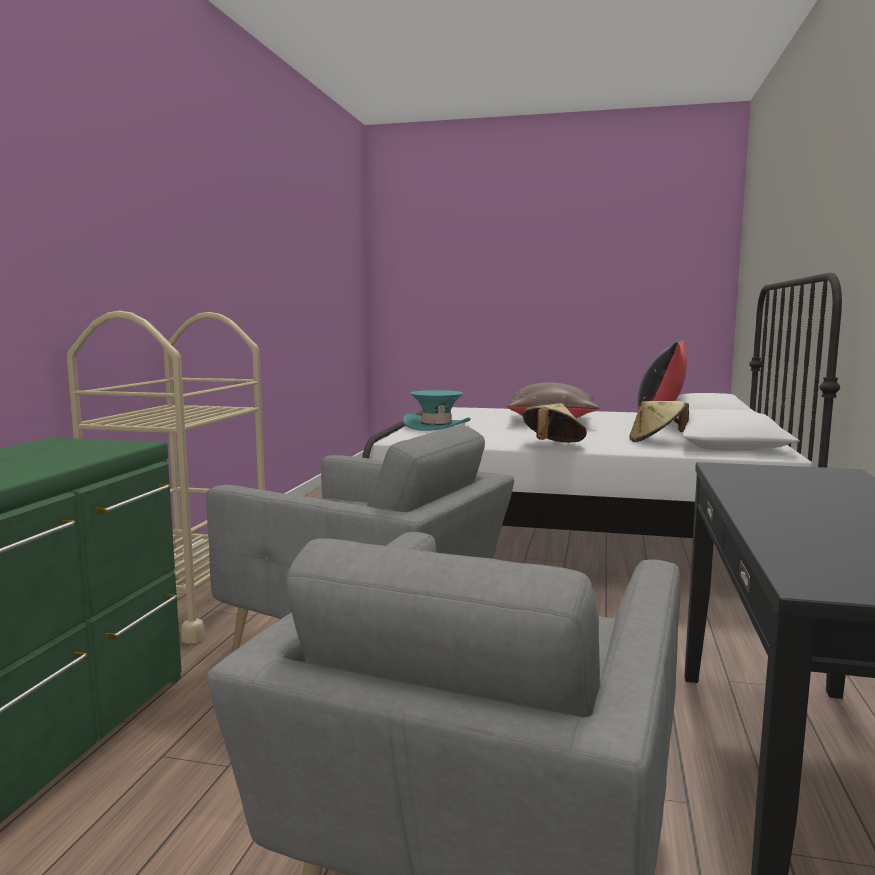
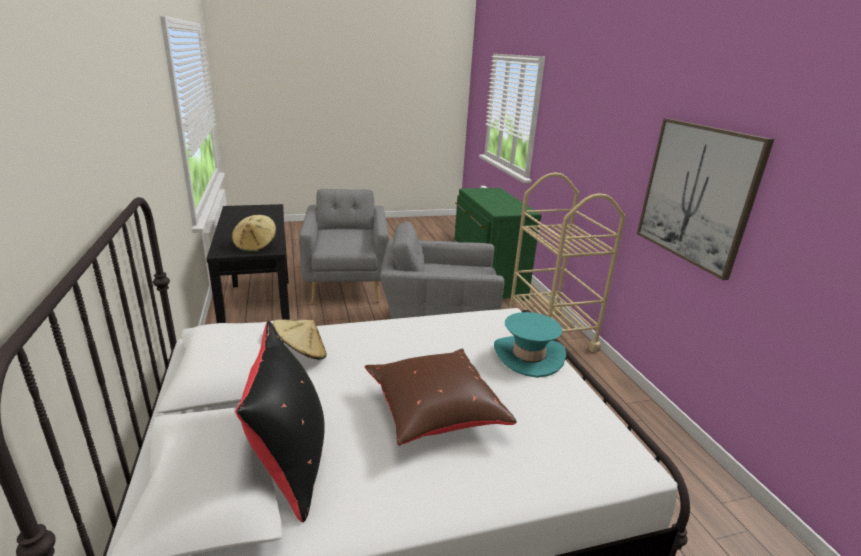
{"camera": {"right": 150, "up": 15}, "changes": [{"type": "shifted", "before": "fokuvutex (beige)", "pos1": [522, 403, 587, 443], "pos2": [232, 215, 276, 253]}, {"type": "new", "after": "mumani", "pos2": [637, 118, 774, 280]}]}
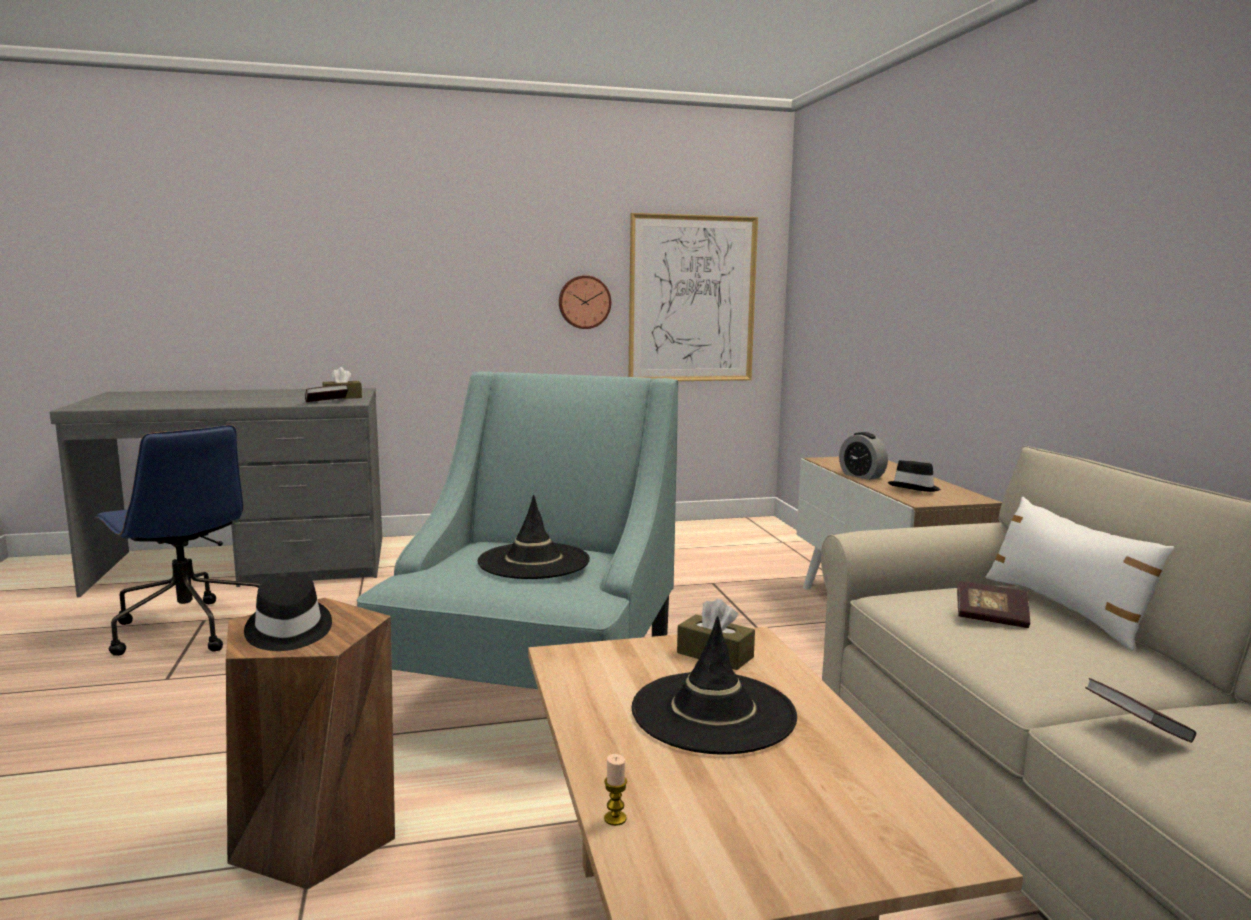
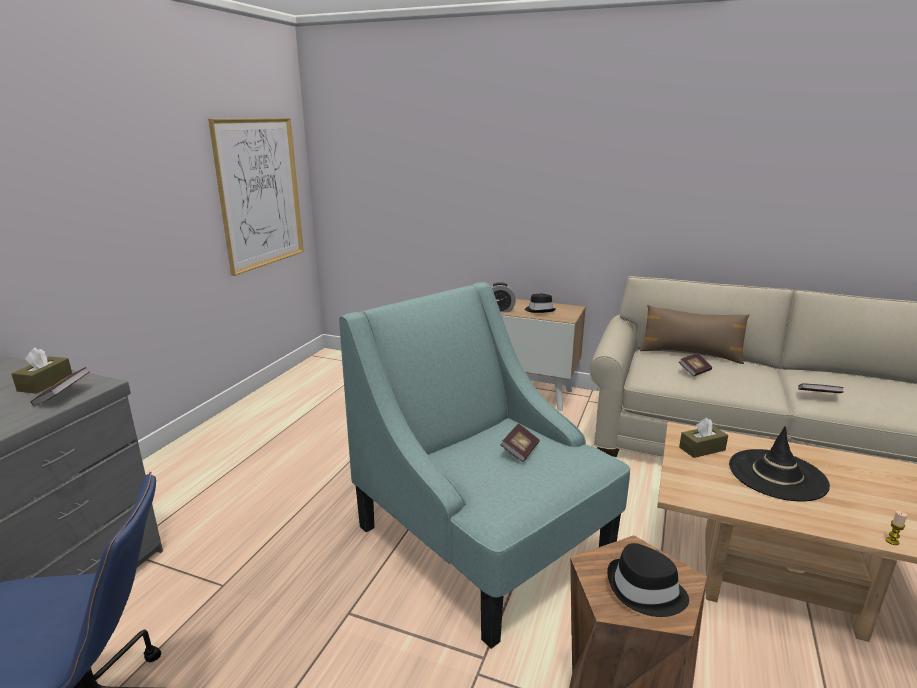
{"camera": {"right": -55, "up": 10}, "changes": [{"type": "gone", "before": "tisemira", "pos1": [559, 275, 611, 329]}, {"type": "swapped", "before": "fokuvutex (black)", "after": "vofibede", "pos1": [478, 495, 590, 579], "pos2": [500, 423, 539, 462]}, {"type": "repainted", "before": "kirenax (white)", "after": "kirenax (brown)", "pos1": [986, 497, 1174, 651], "pos2": [640, 305, 750, 364]}]}
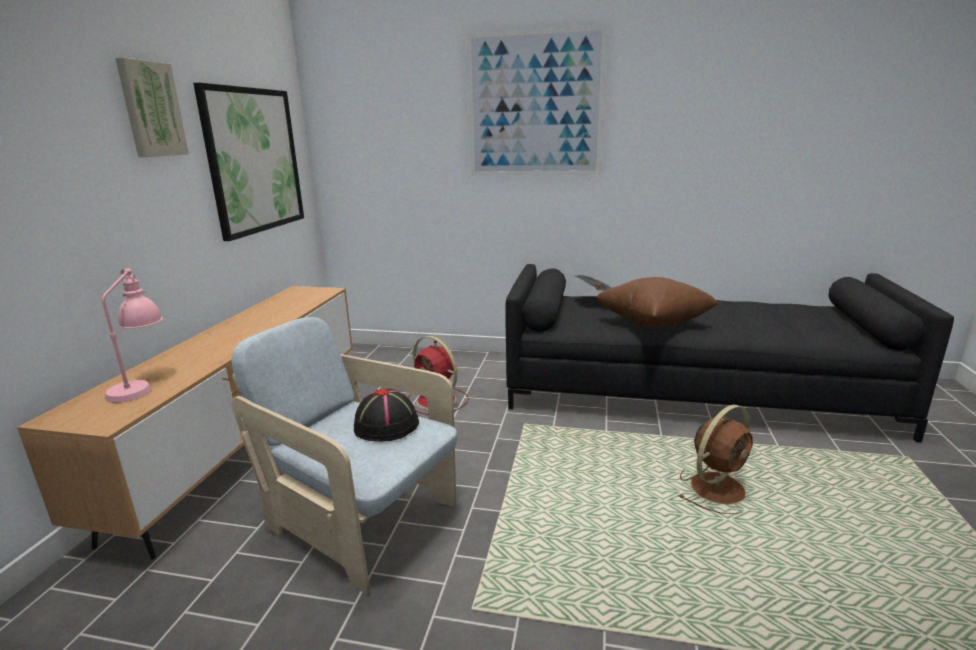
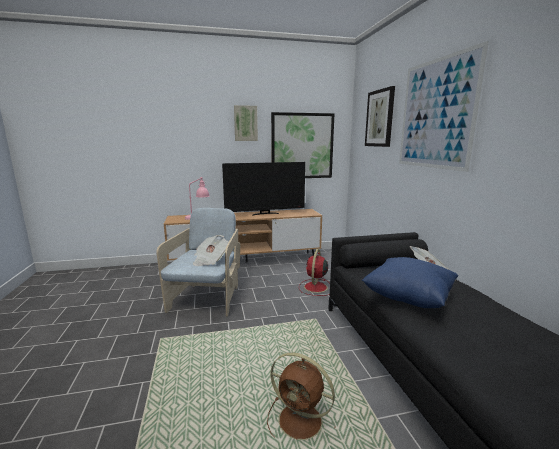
{"camera": {"right": 65, "up": -5}, "changes": [{"type": "repainted", "before": "kirenax (brown)", "after": "kirenax (blue)", "pos1": [596, 277, 719, 327], "pos2": [362, 257, 459, 308]}, {"type": "swapped", "before": "fokuvutex (black)", "after": "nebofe", "pos1": [354, 389, 419, 442], "pos2": [193, 235, 229, 266]}, {"type": "new", "after": "mumani", "pos2": [365, 86, 395, 147]}, {"type": "new", "after": "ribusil", "pos2": [222, 162, 305, 216]}]}
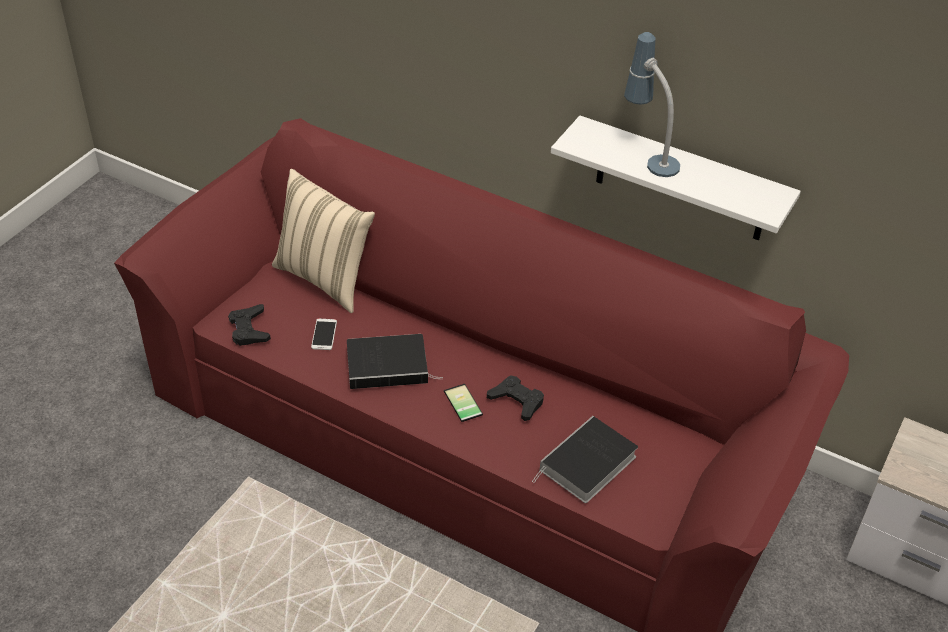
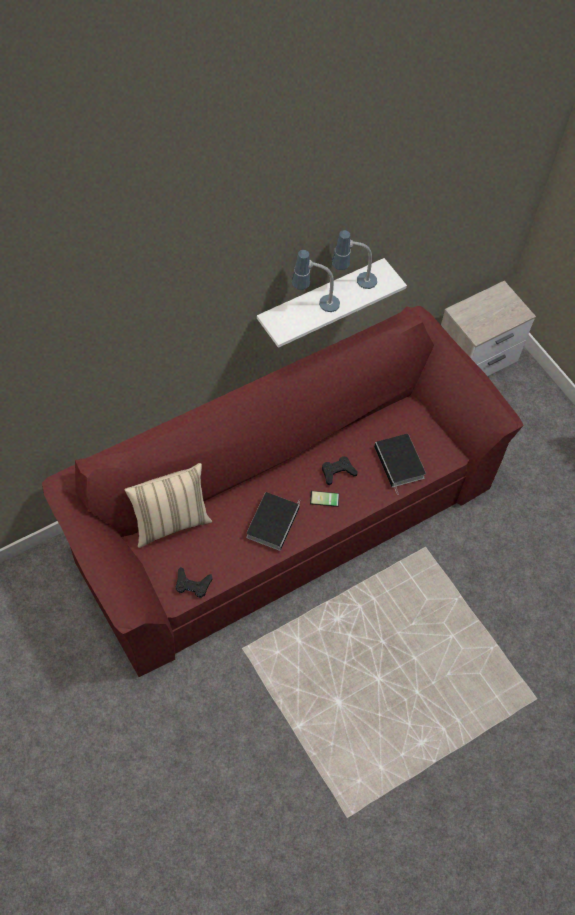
{"camera": {"right": -65, "up": 15}, "changes": [{"type": "gone", "before": "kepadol", "pos1": [311, 319, 337, 350]}, {"type": "new", "after": "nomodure", "pos2": [332, 230, 377, 289]}]}
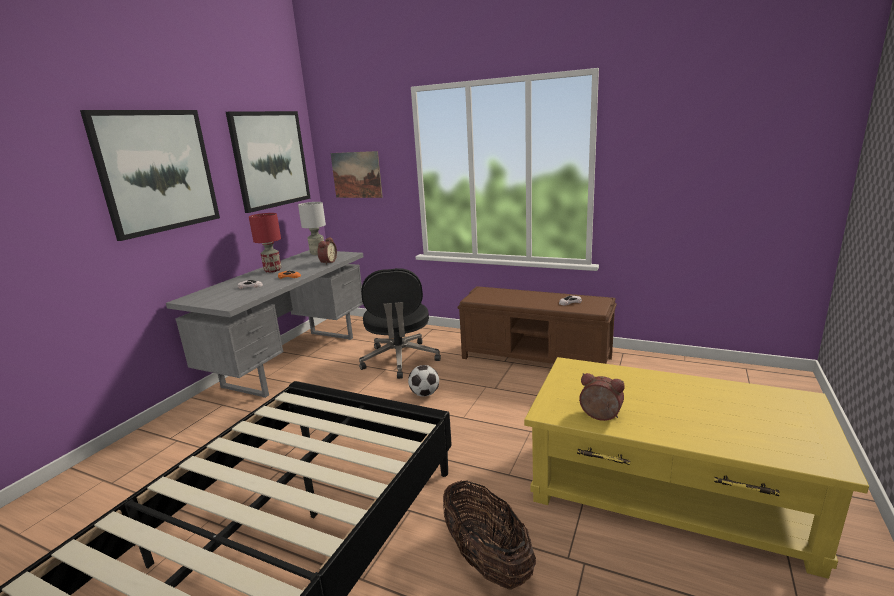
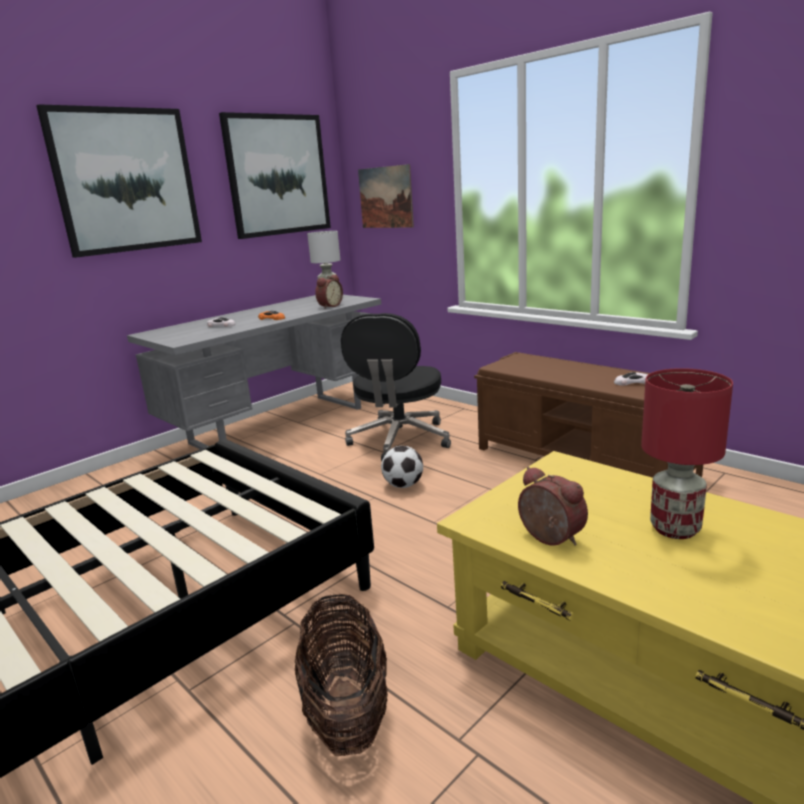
{"camera": {"right": 20, "up": 0}, "changes": [{"type": "shifted", "before": "nomodure (red)", "pos1": [249, 213, 281, 273], "pos2": [641, 368, 733, 539]}]}
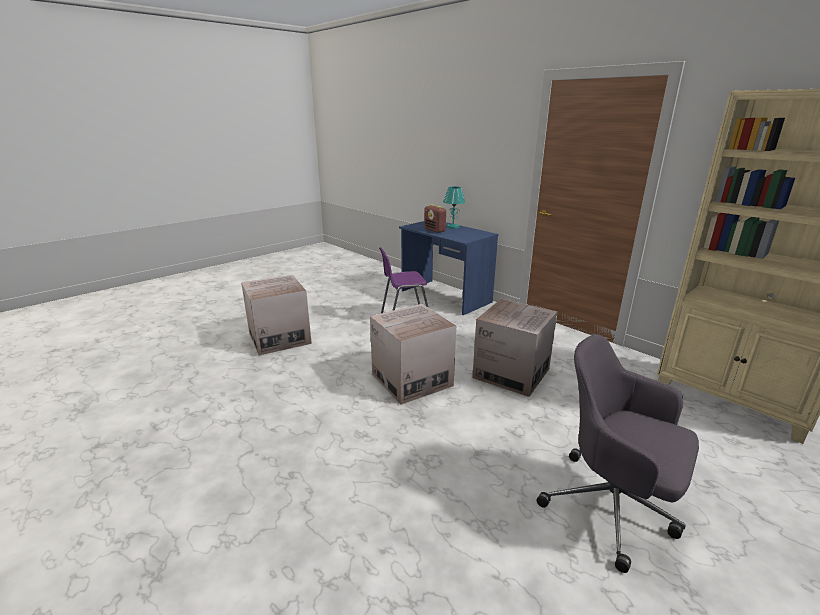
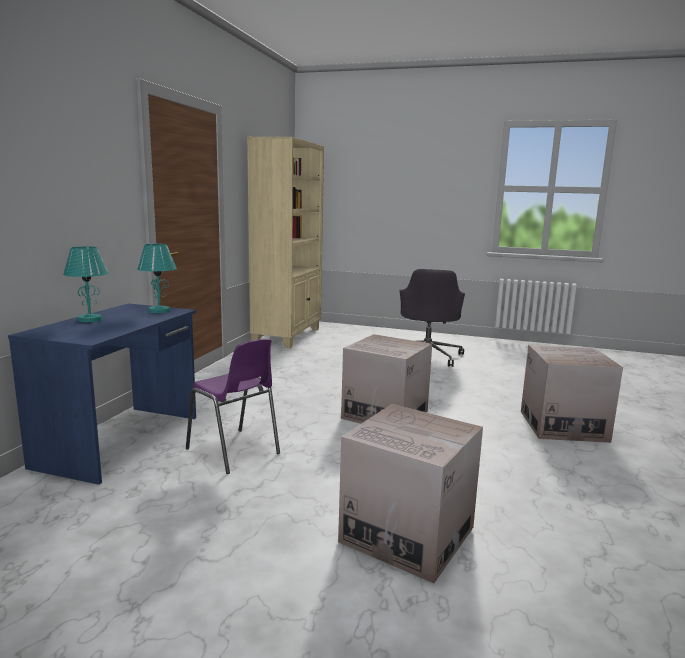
{"camera": {"right": -120, "up": -10}, "changes": [{"type": "gone", "before": "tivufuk", "pos1": [424, 204, 447, 233]}, {"type": "shifted", "before": "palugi", "pos1": [472, 299, 557, 397], "pos2": [521, 345, 623, 443]}, {"type": "new", "after": "nomodure (turquoise)", "pos2": [137, 244, 177, 313]}]}
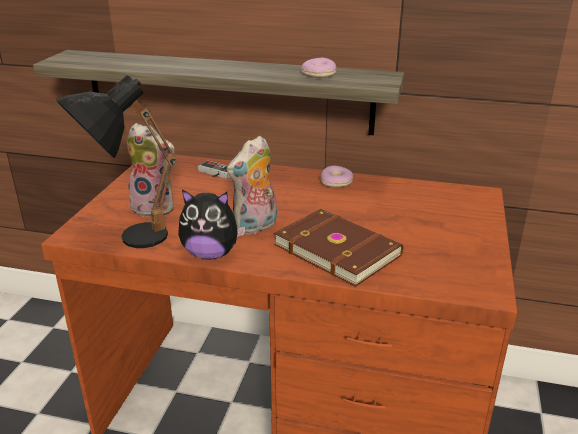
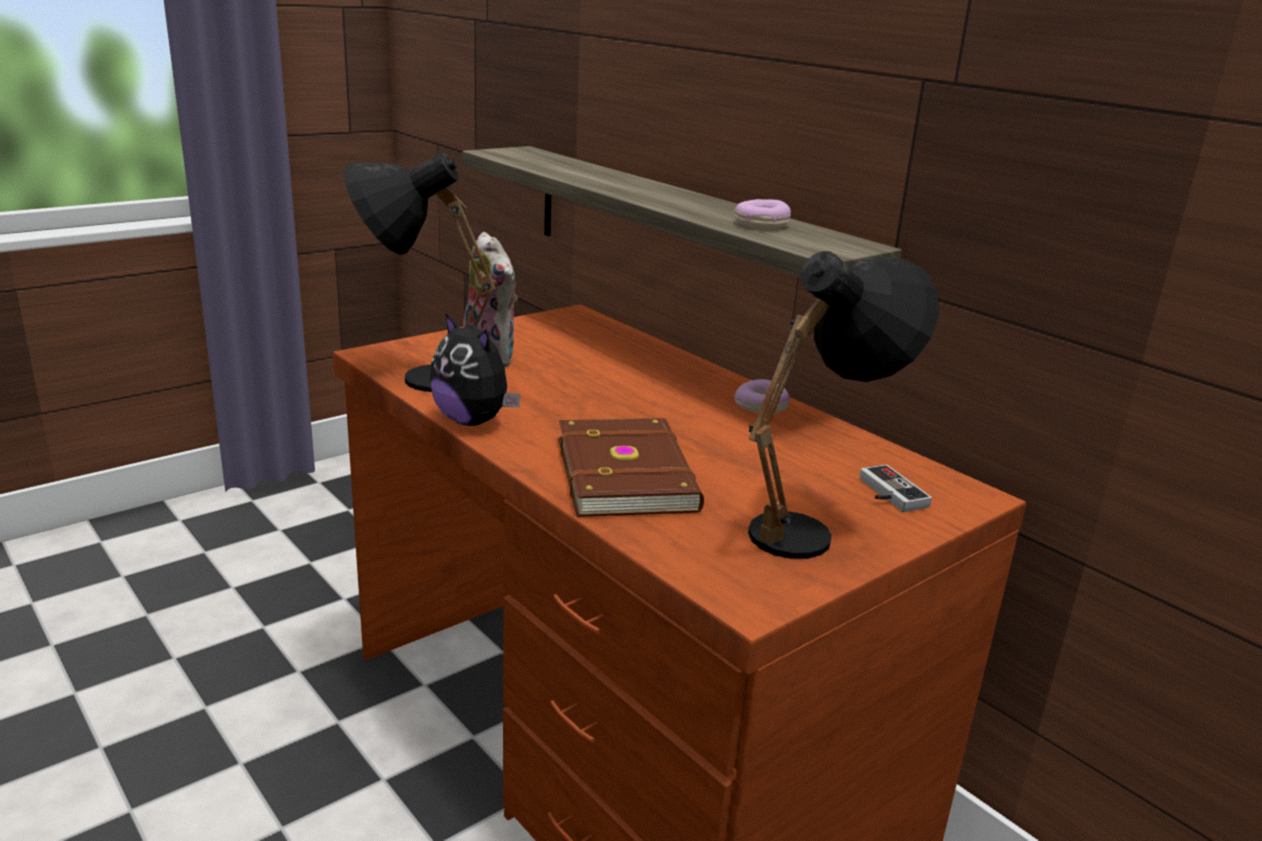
{"camera": {"right": 35, "up": -5}, "changes": [{"type": "gone", "before": "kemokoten", "pos1": [227, 136, 277, 235]}, {"type": "shifted", "before": "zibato", "pos1": [198, 160, 230, 179], "pos2": [860, 464, 932, 512]}, {"type": "new", "after": "nomodure (black)", "pos2": [748, 251, 939, 559]}]}
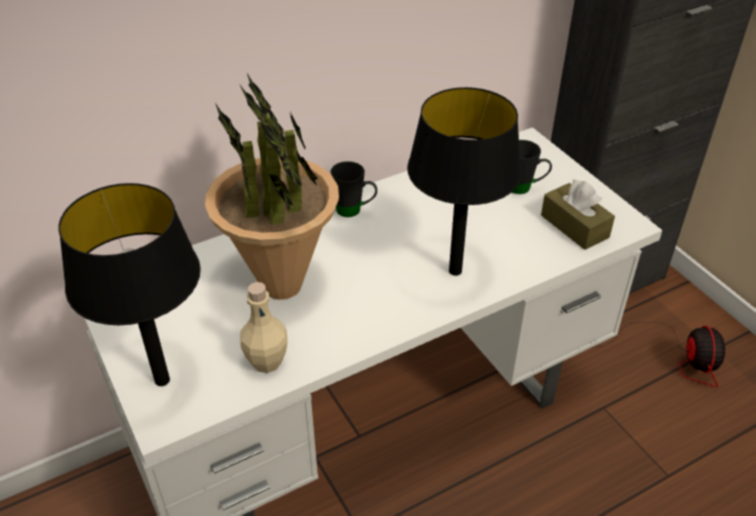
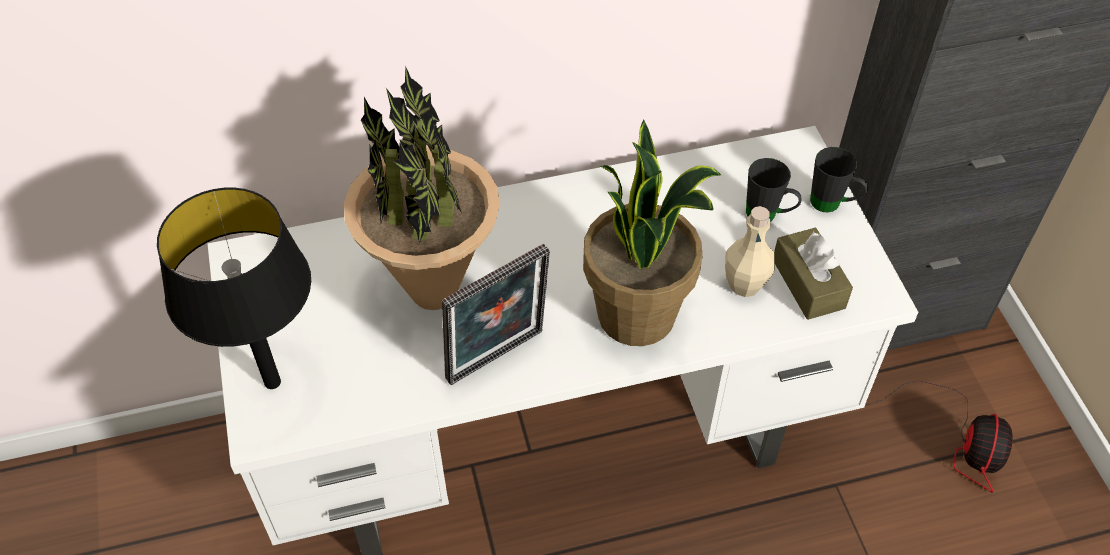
{"camera": {"right": 15, "up": 10}, "changes": [{"type": "swapped", "before": "nomodure (black)", "after": "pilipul", "pos1": [407, 87, 522, 276], "pos2": [583, 120, 721, 346]}, {"type": "shifted", "before": "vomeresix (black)", "pos1": [330, 161, 377, 217], "pos2": [810, 147, 868, 212]}, {"type": "shifted", "before": "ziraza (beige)", "pos1": [240, 282, 288, 373], "pos2": [725, 206, 775, 297]}, {"type": "new", "after": "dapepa", "pos2": [442, 244, 550, 385]}]}
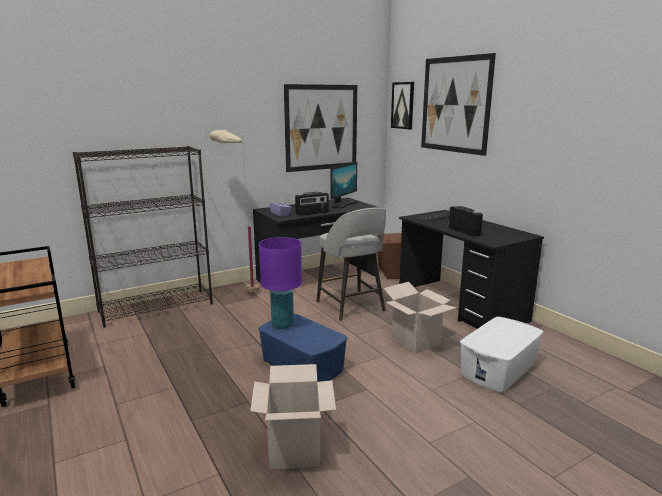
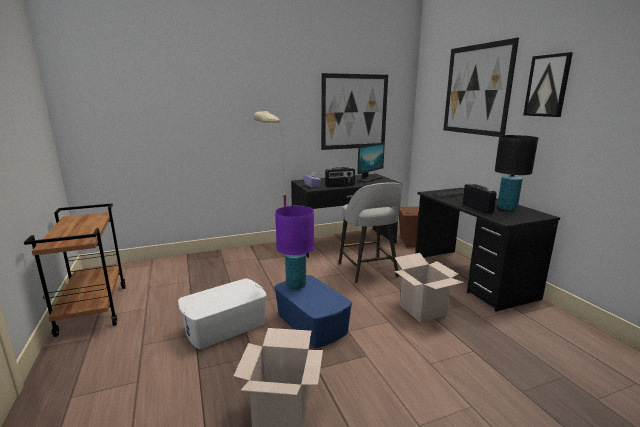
{"camera": {"right": 10, "up": 0}, "changes": [{"type": "shifted", "before": "mumani", "pos1": [391, 82, 414, 129], "pos2": [523, 52, 573, 117]}, {"type": "gone", "before": "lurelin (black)", "pos1": [73, 146, 213, 328]}, {"type": "shifted", "before": "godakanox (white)", "pos1": [460, 317, 543, 393], "pos2": [178, 278, 267, 349]}, {"type": "new", "after": "nomodure (black)", "pos2": [495, 135, 538, 210]}]}
